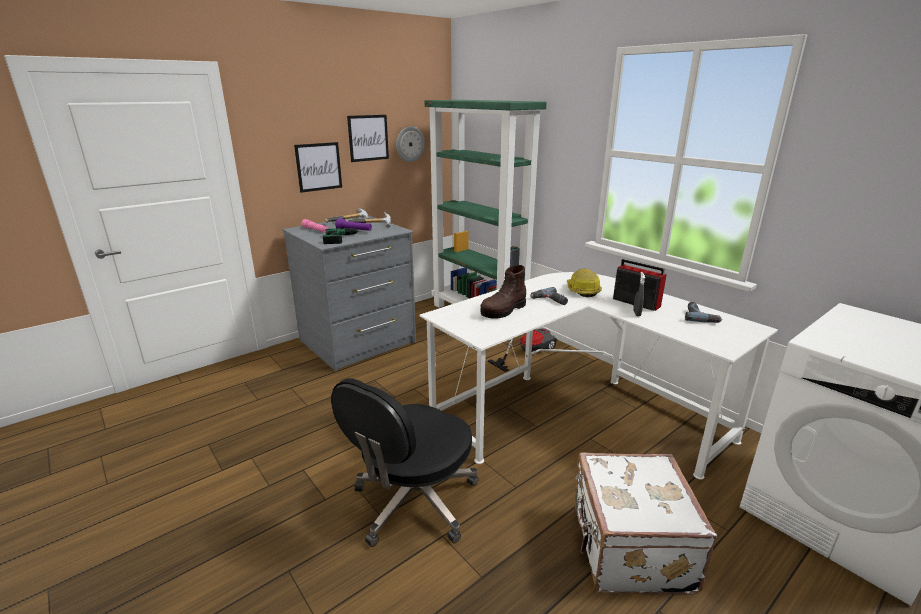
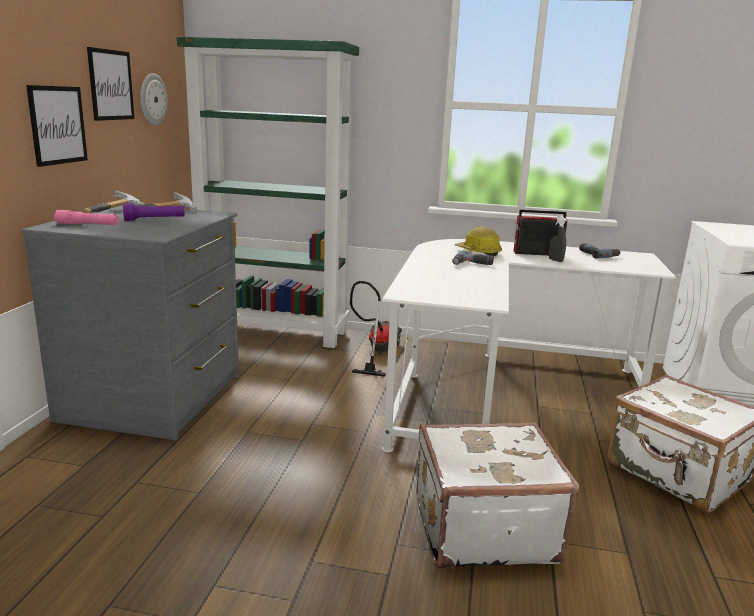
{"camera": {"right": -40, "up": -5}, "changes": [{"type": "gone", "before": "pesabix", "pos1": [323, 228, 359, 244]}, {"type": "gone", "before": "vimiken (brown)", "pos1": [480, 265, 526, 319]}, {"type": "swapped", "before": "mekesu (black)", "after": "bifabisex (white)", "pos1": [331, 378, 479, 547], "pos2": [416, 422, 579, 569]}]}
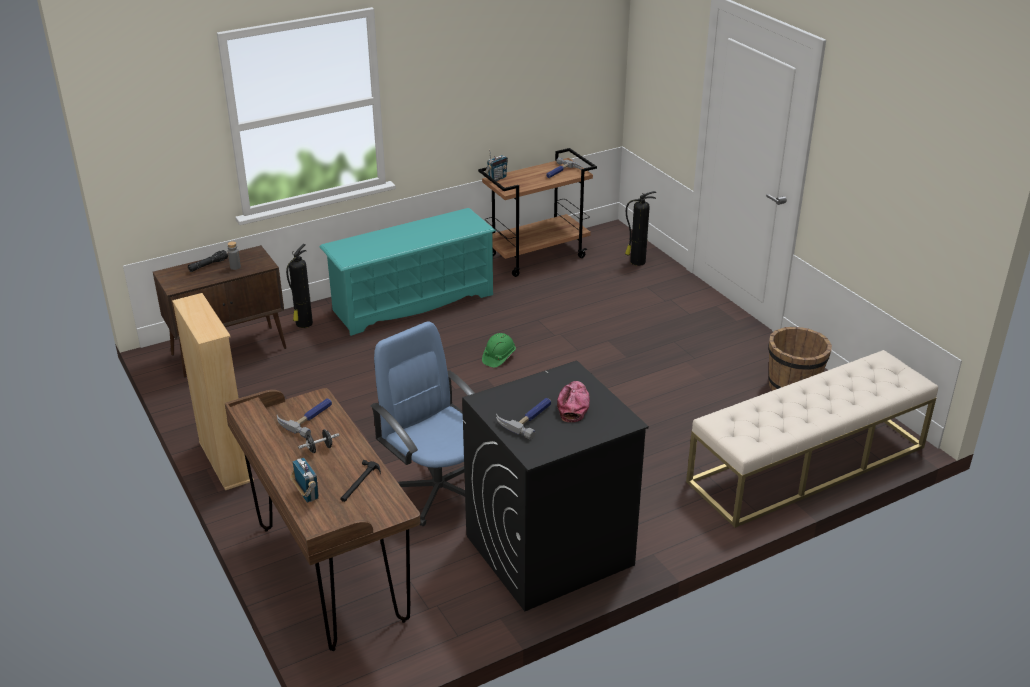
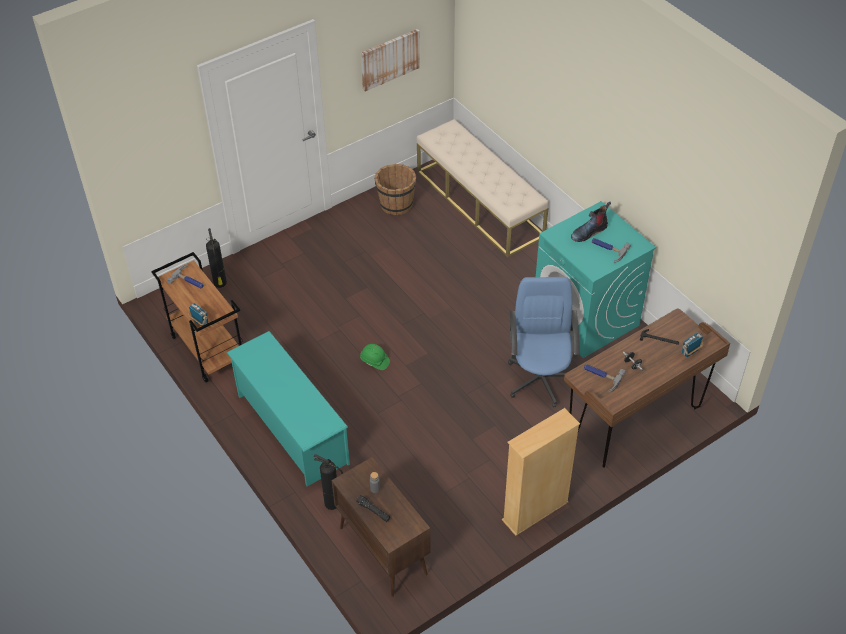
{"camera": {"right": -95, "up": 15}, "changes": [{"type": "rotated", "before": "mekesu (blue)", "pos1": [371, 322, 475, 526], "pos2": [508, 277, 580, 408], "turn": 135}, {"type": "repainted", "before": "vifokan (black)", "after": "vifokan (turquoise)", "pos1": [462, 360, 649, 611], "pos2": [536, 201, 656, 358]}, {"type": "swapped", "before": "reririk", "after": "vimiken", "pos1": [557, 381, 590, 422], "pos2": [571, 202, 611, 242]}, {"type": "new", "after": "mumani", "pos2": [361, 29, 420, 91]}]}
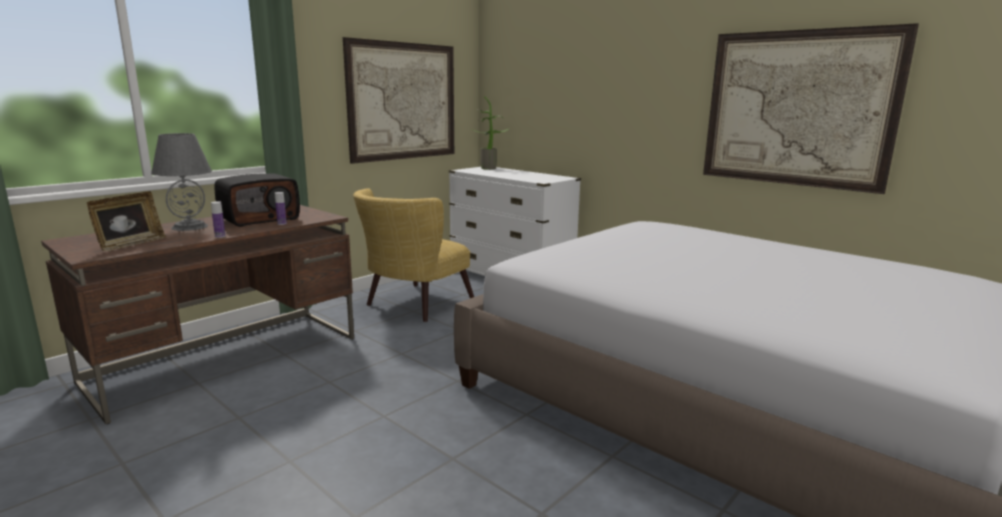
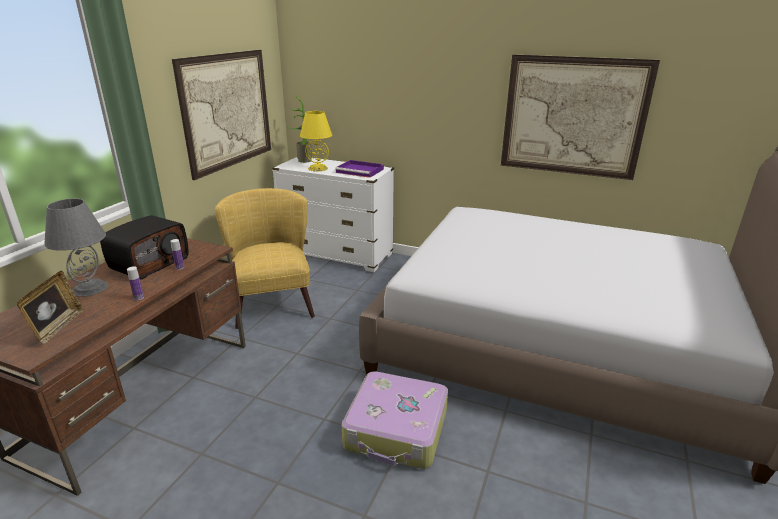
{"camera": {"right": -20, "up": 10}, "changes": [{"type": "rotated", "before": "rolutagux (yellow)", "pos1": [353, 188, 474, 322], "pos2": [215, 188, 315, 329], "turn": 150}, {"type": "new", "after": "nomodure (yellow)", "pos2": [300, 111, 332, 171]}, {"type": "new", "after": "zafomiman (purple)", "pos2": [335, 160, 384, 178]}, {"type": "new", "after": "bifabisex", "pos2": [342, 372, 448, 469]}]}
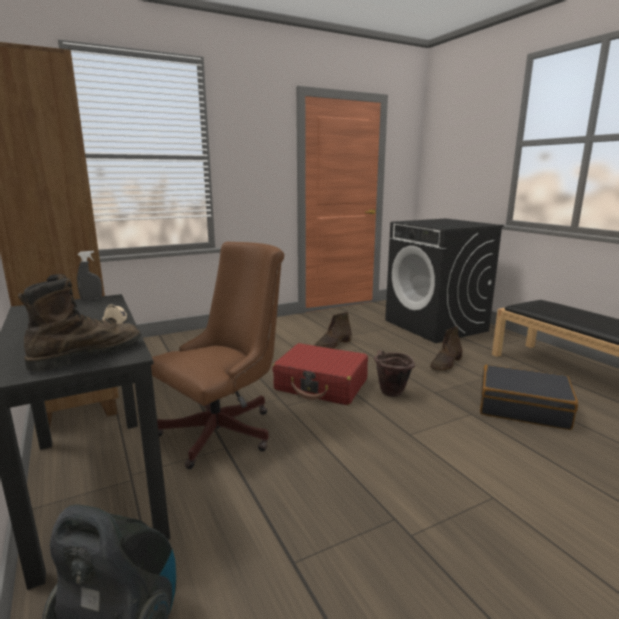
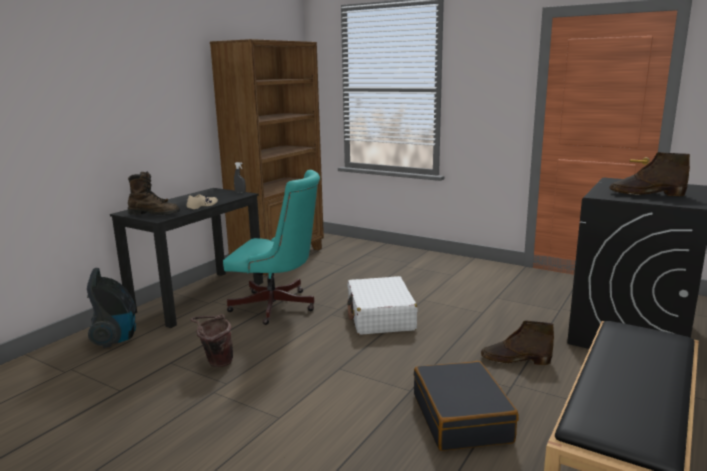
{"camera": {"right": 60, "up": 0}, "changes": [{"type": "repainted", "before": "mekesu (brown)", "after": "mekesu (turquoise)", "pos1": [151, 242, 284, 469], "pos2": [223, 170, 320, 325]}, {"type": "shifted", "before": "vimiken (brown)", "pos1": [314, 312, 352, 349], "pos2": [609, 152, 690, 196]}, {"type": "repainted", "before": "bifabisex (red)", "after": "bifabisex (white)", "pos1": [273, 343, 368, 405], "pos2": [347, 276, 418, 335]}, {"type": "shifted", "before": "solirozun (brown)", "pos1": [374, 350, 415, 397], "pos2": [191, 314, 233, 367]}]}
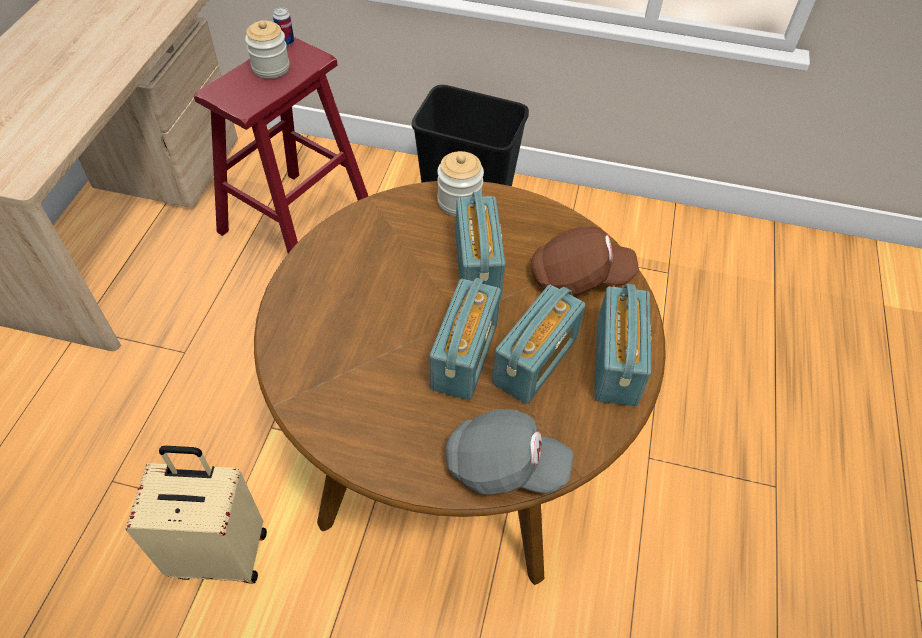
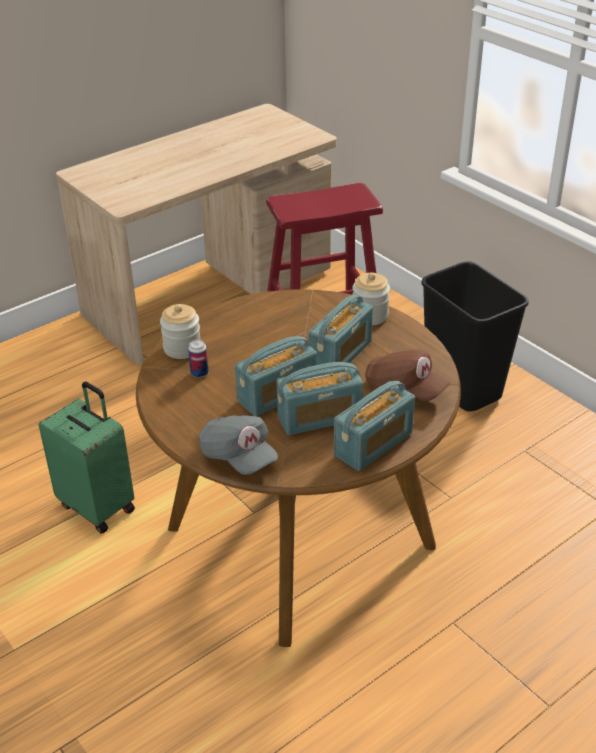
{"camera": {"right": 40, "up": -15}, "changes": [{"type": "shifted", "before": "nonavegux", "pos1": [273, 7, 294, 46], "pos2": [188, 339, 209, 378]}, {"type": "shifted", "before": "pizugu", "pos1": [245, 20, 290, 78], "pos2": [160, 304, 201, 359]}, {"type": "repainted", "before": "bifabisex (beige)", "after": "bifabisex (green)", "pos1": [125, 446, 267, 584], "pos2": [38, 381, 135, 534]}]}
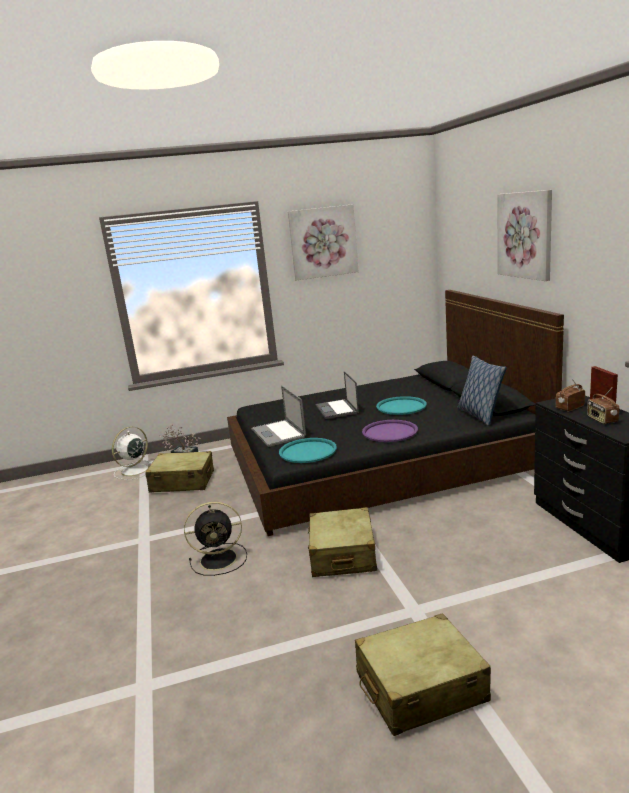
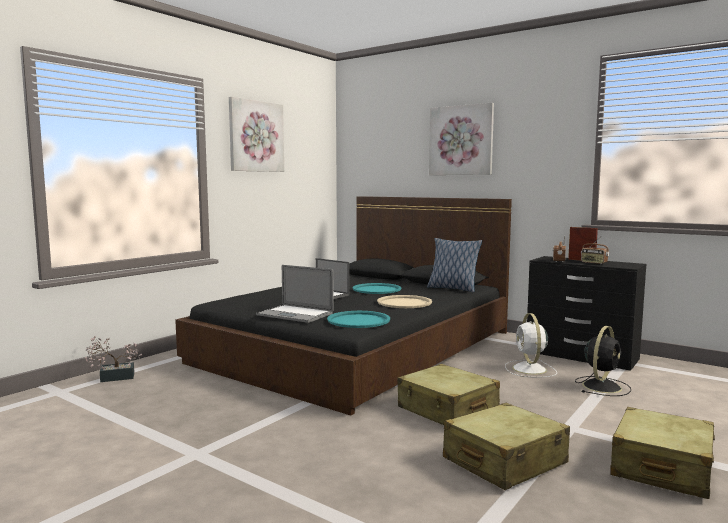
{"camera": {"right": -40, "up": -10}, "changes": [{"type": "repainted", "before": "zafomiman (purple)", "after": "zafomiman (beige)", "pos1": [362, 420, 418, 442], "pos2": [377, 295, 432, 308]}, {"type": "shifted", "before": "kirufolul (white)", "pos1": [112, 426, 151, 480], "pos2": [505, 313, 557, 378]}, {"type": "shifted", "before": "bifabisex (beige)", "pos1": [145, 451, 214, 493], "pos2": [443, 403, 570, 490]}, {"type": "shifted", "before": "kirufolul (black)", "pos1": [184, 502, 247, 576], "pos2": [575, 326, 631, 396]}]}
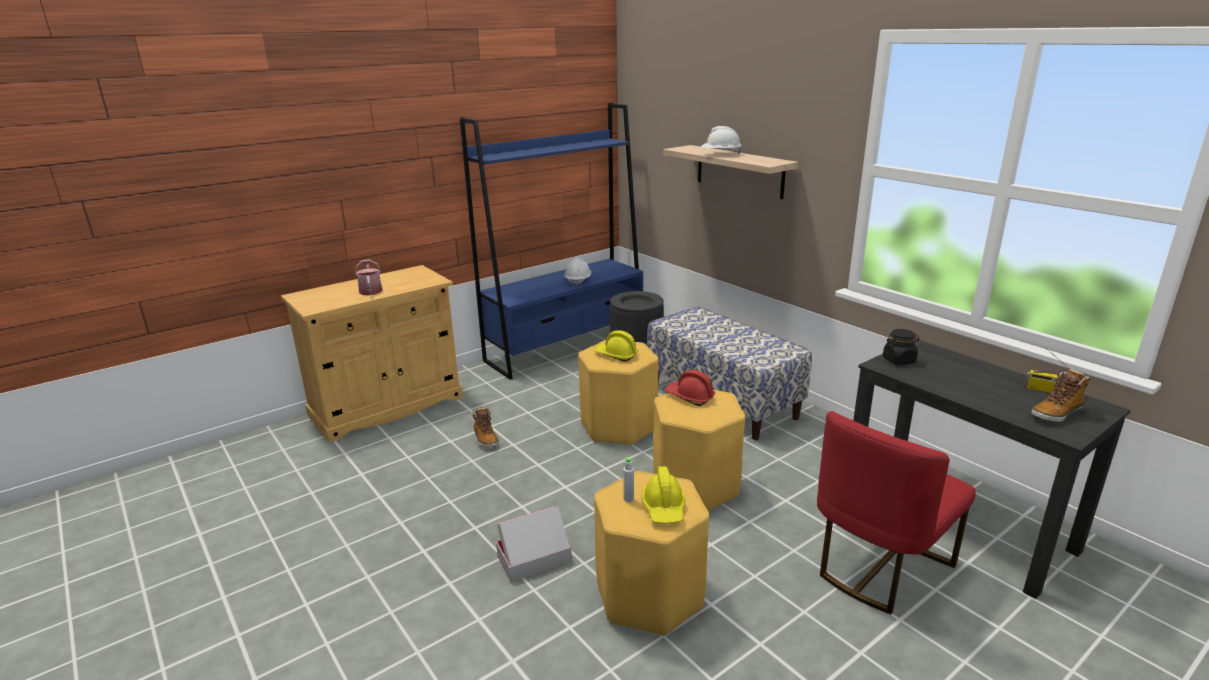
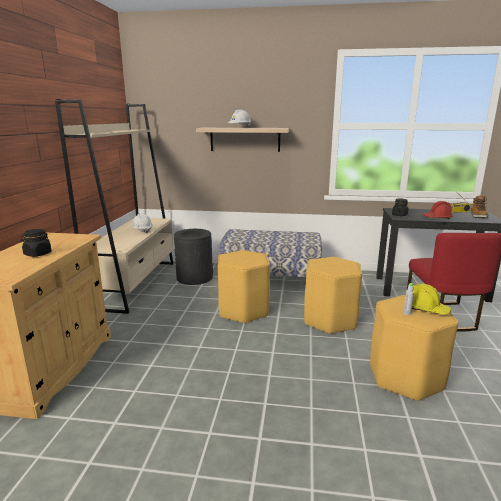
{"camera": {"right": -45, "up": -5}, "changes": [{"type": "repainted", "before": "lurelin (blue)", "after": "lurelin (beige)", "pos1": [460, 103, 643, 380], "pos2": [55, 99, 174, 314]}, {"type": "swapped", "before": "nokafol", "after": "pizugu (black)", "pos1": [355, 259, 383, 295], "pos2": [20, 229, 52, 257]}, {"type": "gone", "before": "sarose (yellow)", "pos1": [594, 330, 639, 362]}, {"type": "shifted", "before": "sarose (red)", "pos1": [665, 370, 715, 406], "pos2": [422, 201, 453, 220]}, {"type": "gone", "before": "vimiken", "pos1": [473, 407, 499, 448]}, {"type": "gone", "before": "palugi", "pos1": [496, 506, 572, 582]}]}
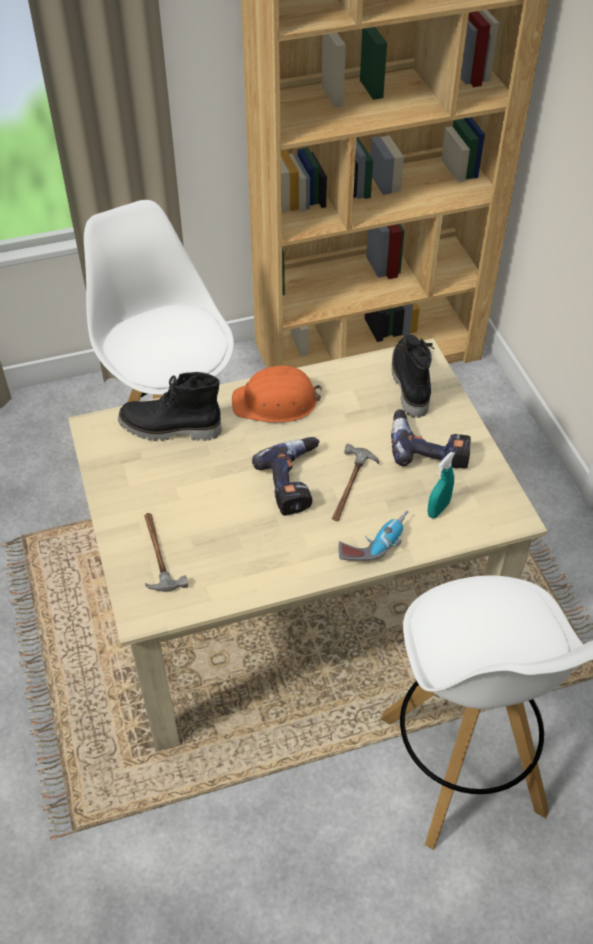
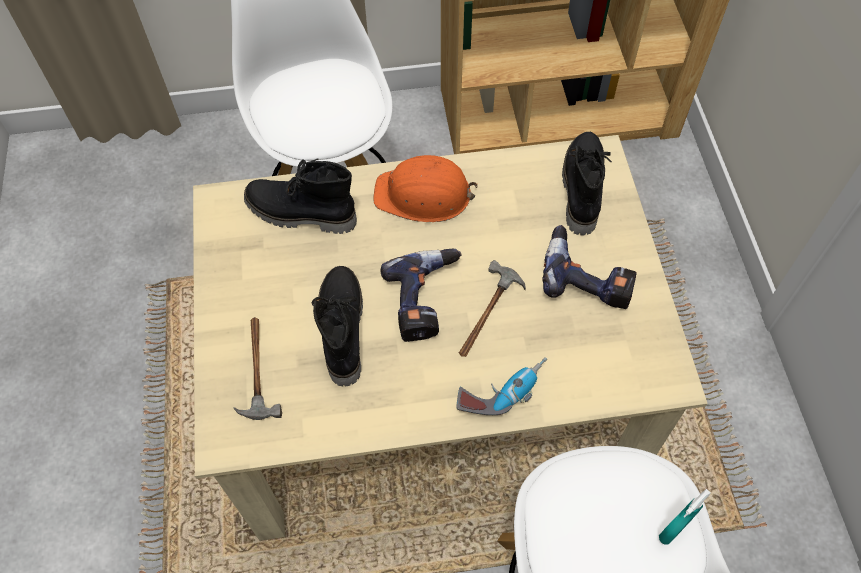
{"camera": {"right": 10, "up": 10}, "changes": [{"type": "shifted", "before": "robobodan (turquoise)", "pos1": [427, 452, 455, 519], "pos2": [659, 489, 711, 545]}, {"type": "new", "after": "vimiken (black)", "pos2": [311, 266, 363, 387]}]}
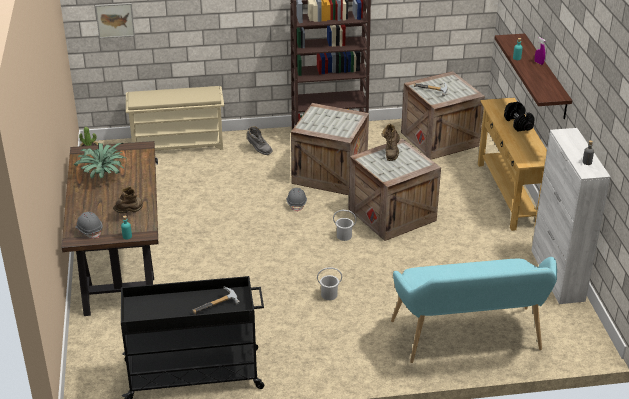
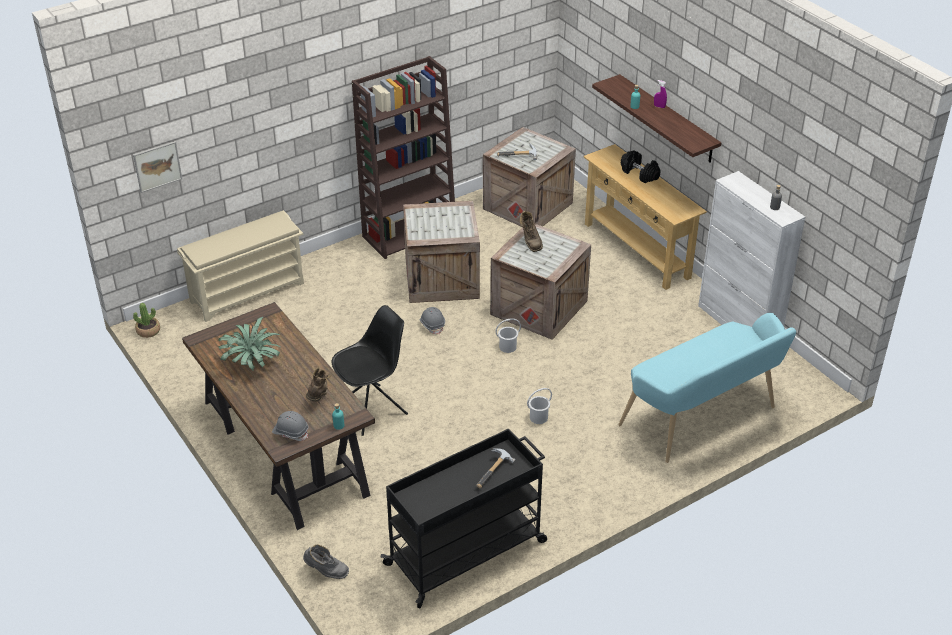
{"camera": {"right": -25, "up": 5}, "changes": [{"type": "shifted", "before": "vimiken (grey)", "pos1": [247, 126, 272, 155], "pos2": [303, 544, 349, 579]}, {"type": "new", "after": "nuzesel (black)", "pos2": [332, 305, 408, 436]}]}
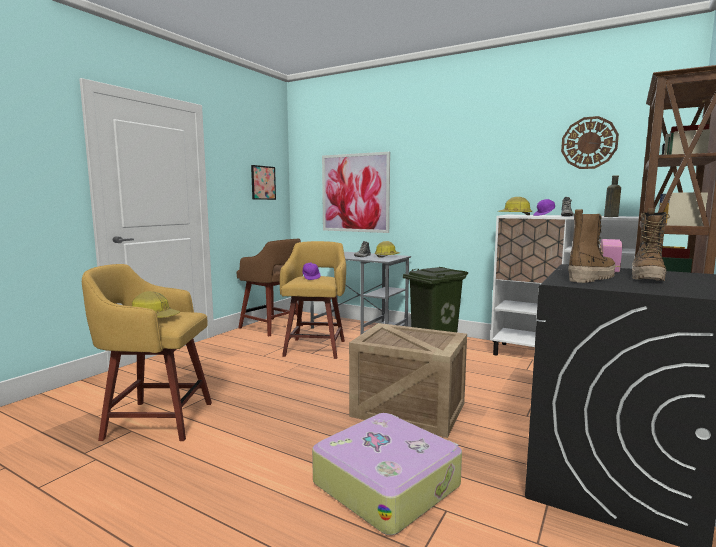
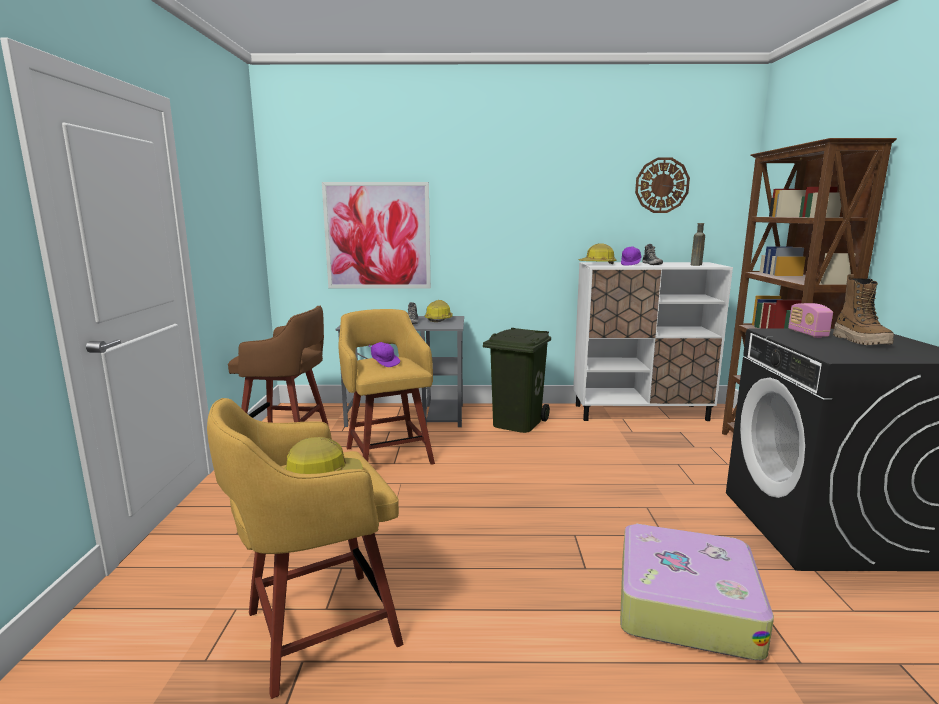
{"camera": {"right": -30, "up": 5}, "changes": [{"type": "gone", "before": "mumani", "pos1": [251, 165, 276, 200]}, {"type": "gone", "before": "vimiken", "pos1": [568, 209, 615, 283]}, {"type": "gone", "before": "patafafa", "pos1": [349, 323, 467, 438]}]}
